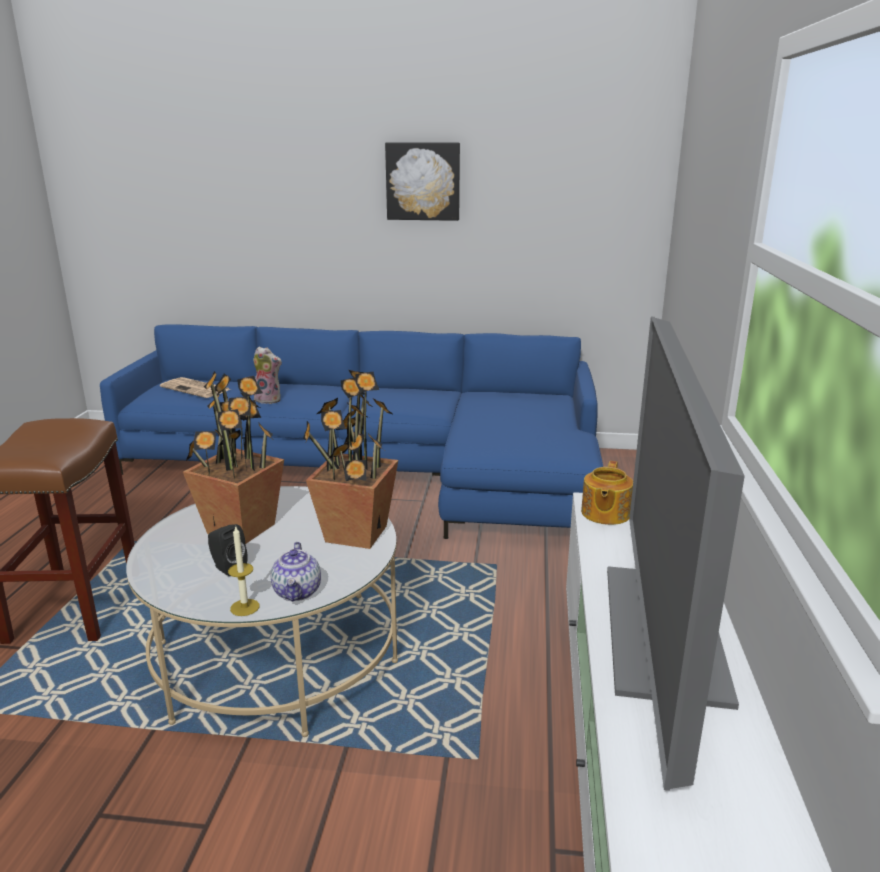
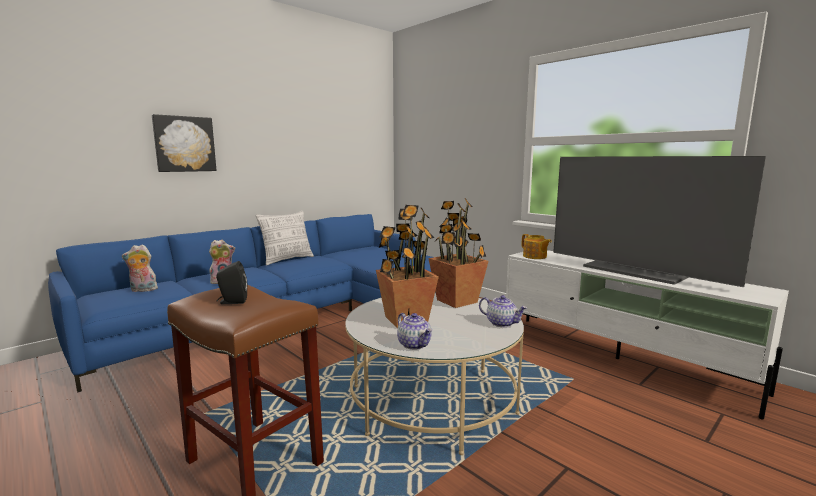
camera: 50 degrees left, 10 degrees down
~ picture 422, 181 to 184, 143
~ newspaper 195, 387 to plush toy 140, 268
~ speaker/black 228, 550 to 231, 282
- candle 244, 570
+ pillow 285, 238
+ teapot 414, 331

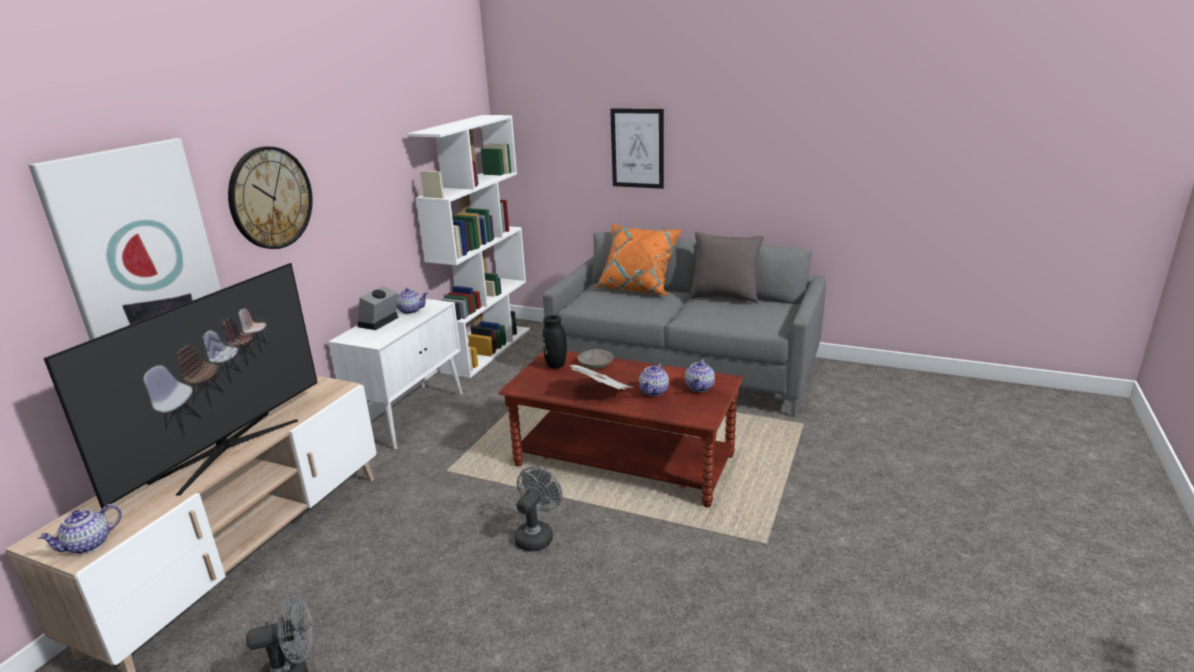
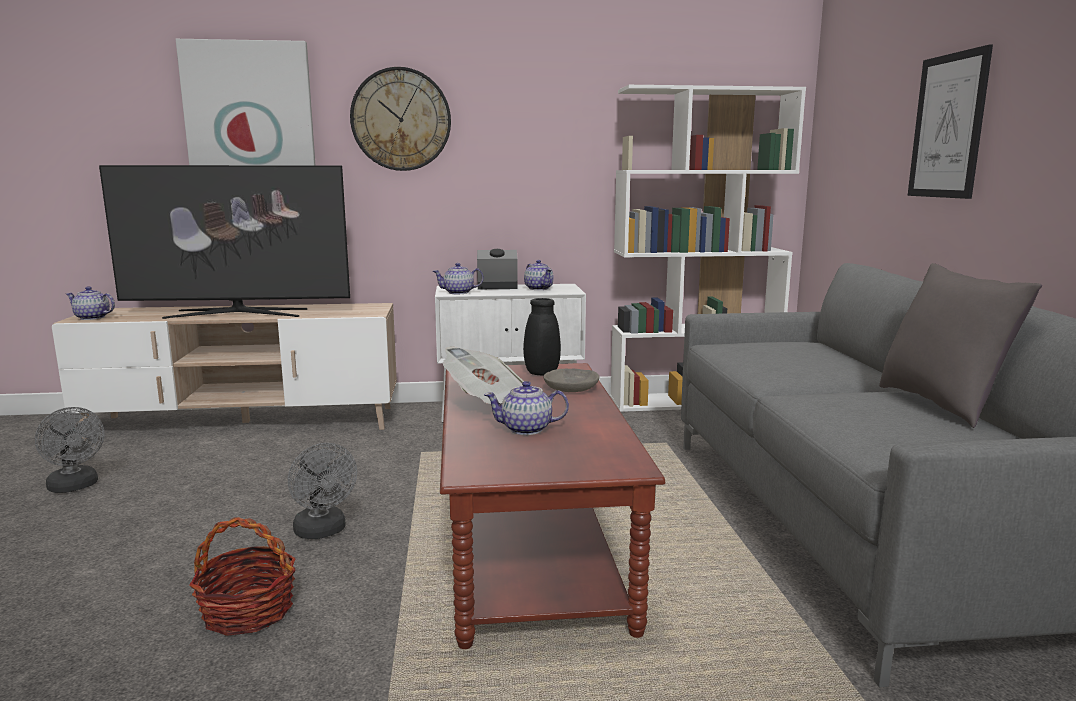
camera: 60 degrees right, 10 degrees down
- pillow/orange 637, 260
~ teapot 700, 375 to 458, 278
~ fan/grey 538, 509 = 322, 491 60 degrees clockwise
+ basket 242, 576

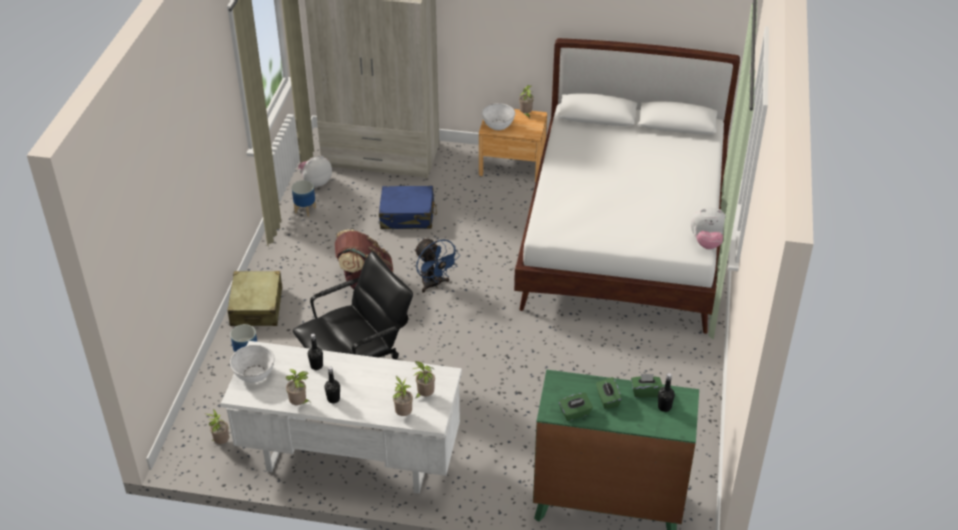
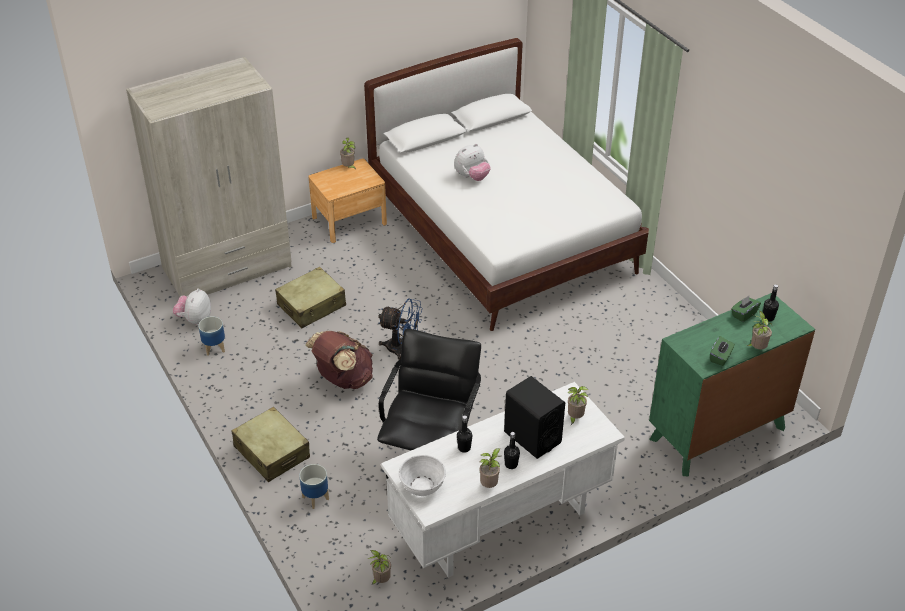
camera: 40 degrees left, 0 degrees up
- bowl/white 498, 116
~ suitcase/blue 408, 207 to suitcase/beige 310, 297
~ plush toy 708, 228 to 472, 162
~ potted plant 402, 396 to 759, 330
- tissue box/green 609, 393
+ speaker/black 534, 417

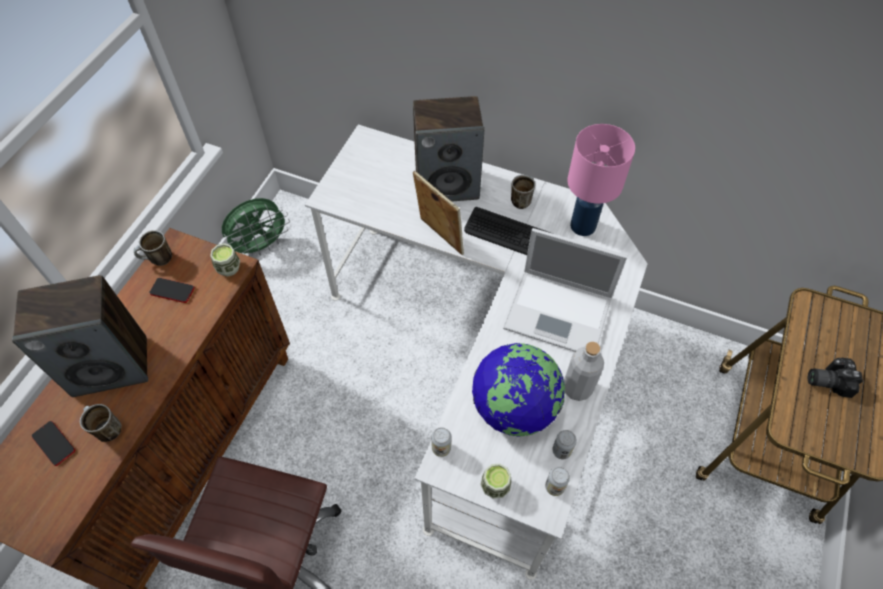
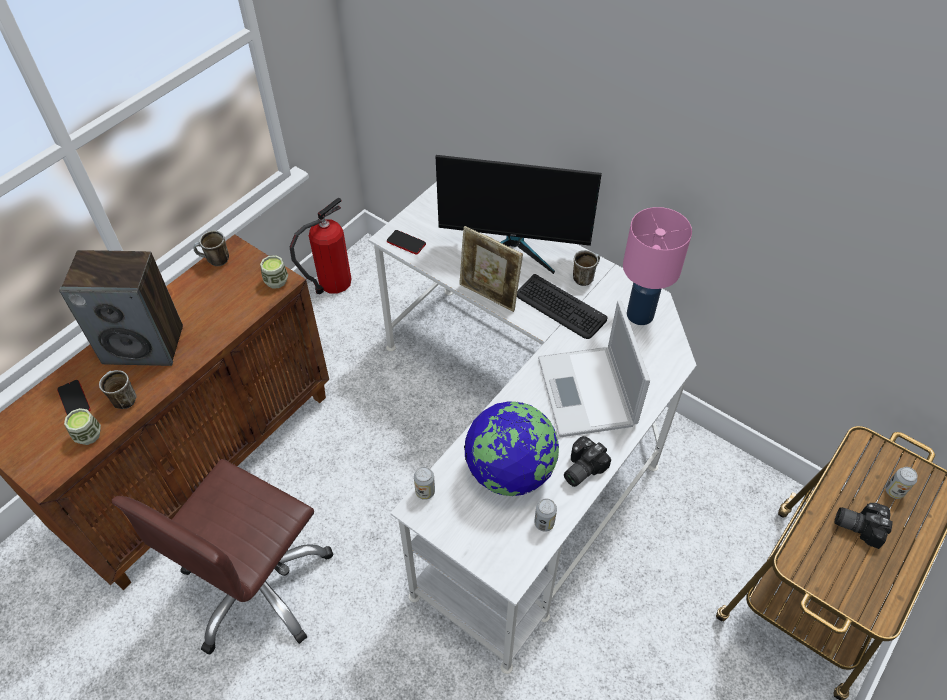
camera: 15 degrees right, 5 degrees down
~ speaker 448, 148 to monitor 518, 214
~ picture frame 438, 213 = 491, 269 150 degrees clockwise
~ fan/green 256, 227 to fire extinguisher 320, 246
~ laptop 565, 290 = 594, 368 45 degrees clockwise
~ phone 172, 290 to 406, 242
~ bottle/grey 584, 371 to photo camera 587, 461
~ cup 495, 481 to 82, 426
~ can 557, 481 to 901, 483

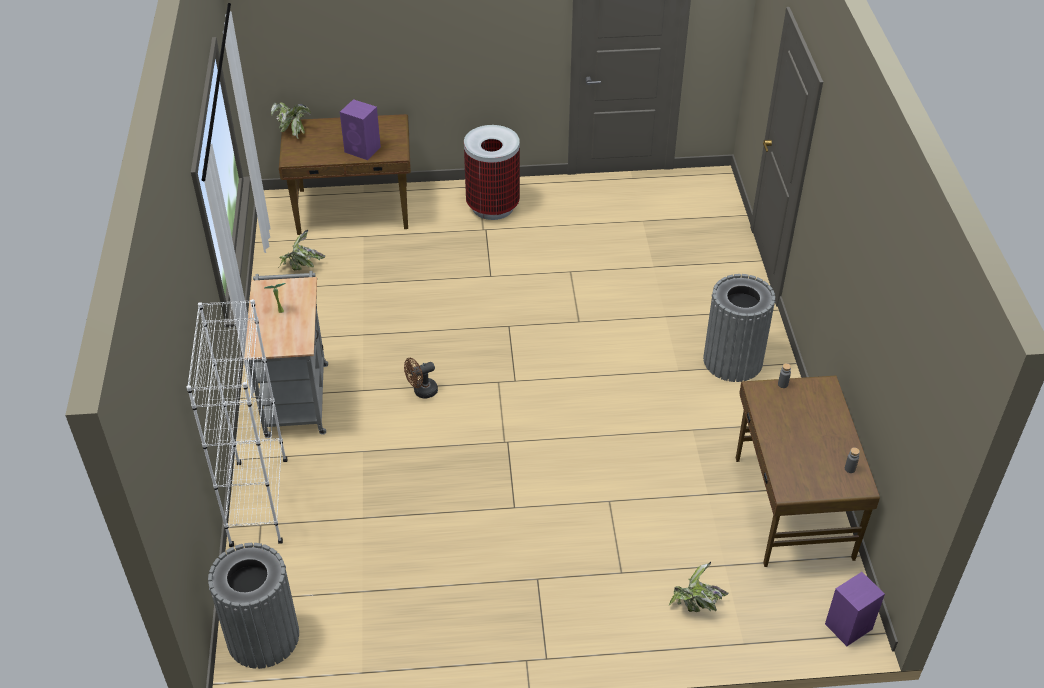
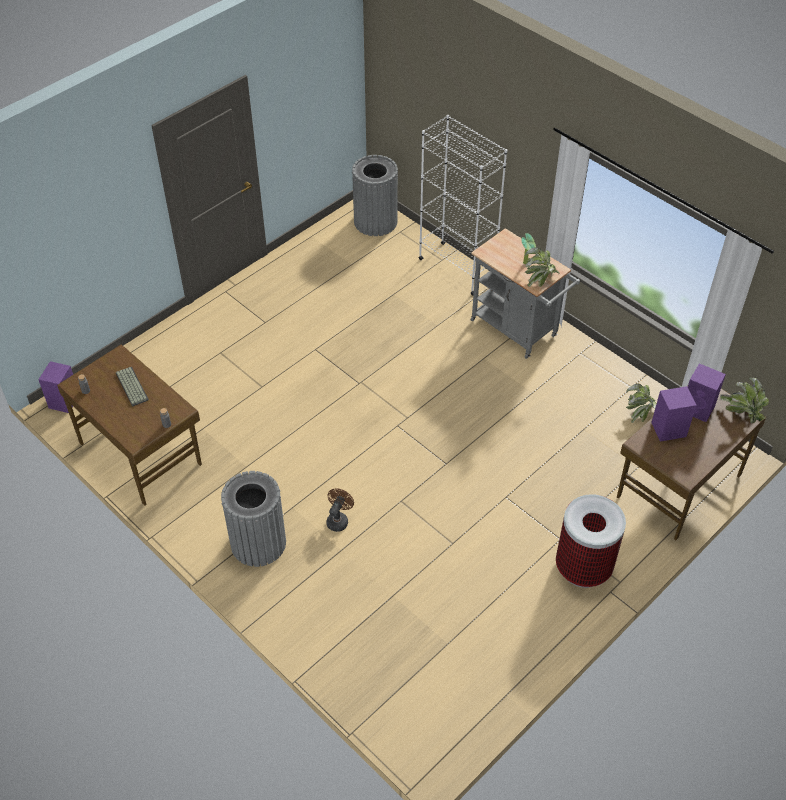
camera: 140 degrees right, 5 degrees up
~ fan/brown 421, 378 to 340, 510
~ potted plant 699, 587 to 542, 267
+ speaker/purple 707, 392
+ keyboard 132, 387

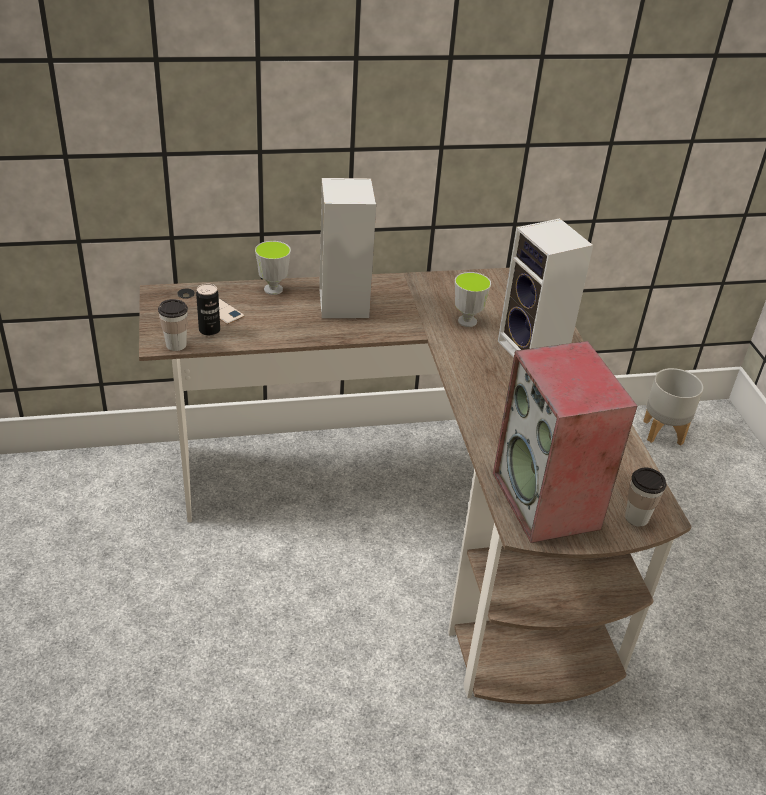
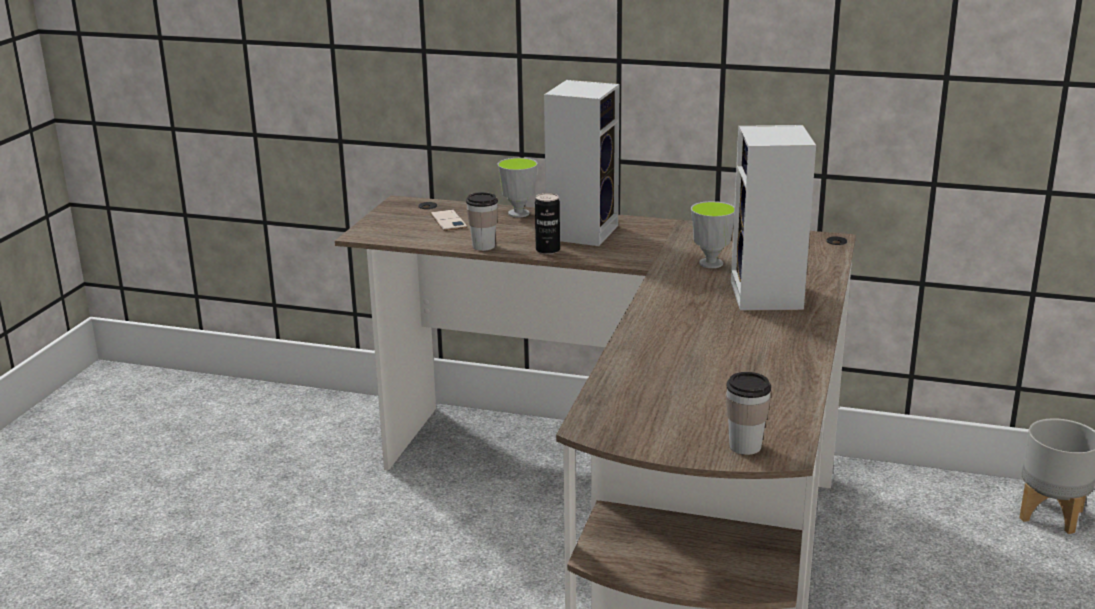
camera: 30 degrees right, 15 degrees down
~ can 208, 310 to 547, 223
~ cup 173, 325 to 482, 221
- speaker 565, 442

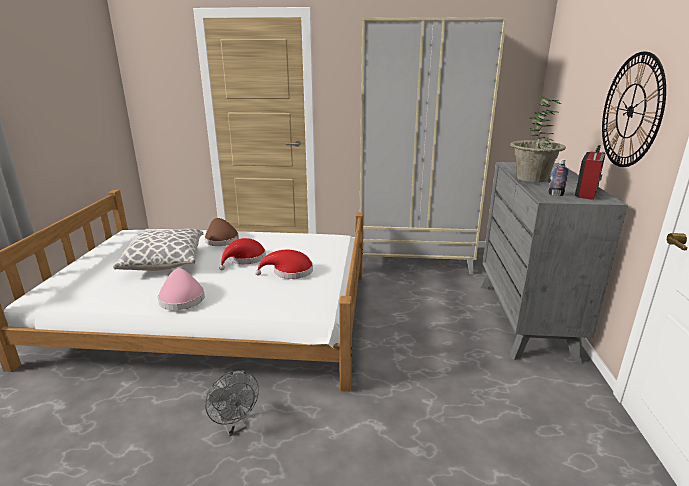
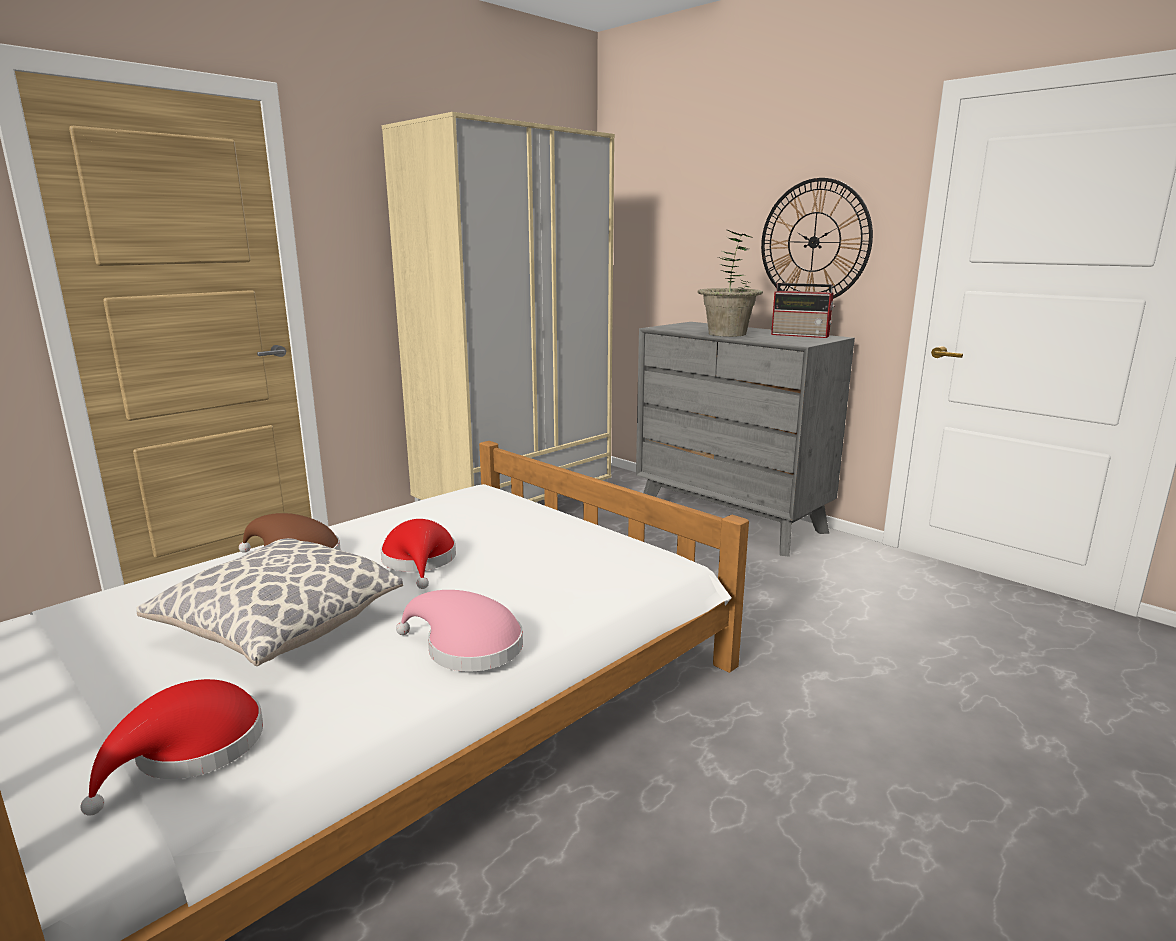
camera: 50 degrees left, 5 degrees down
~ radio 590, 172 = 803, 310 135 degrees clockwise
- bottle 558, 177
~ hat/red 284, 264 to 172, 747
- fan/grey 232, 403

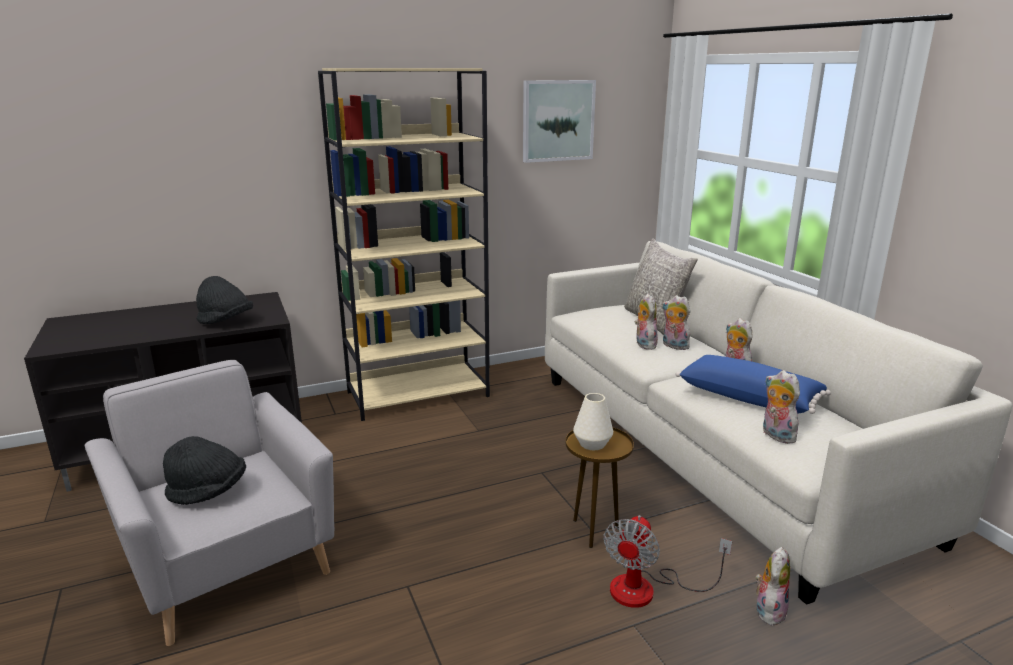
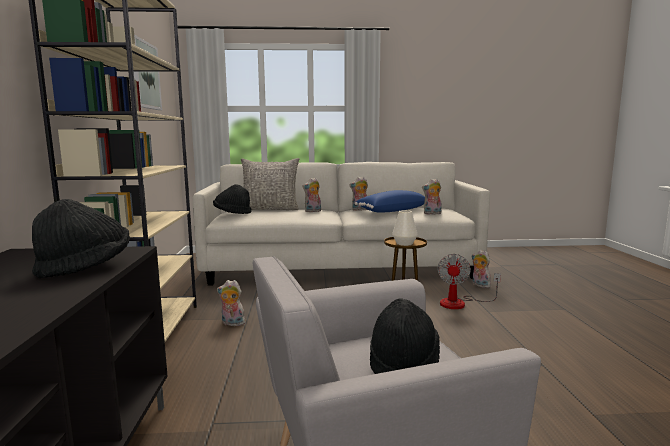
camera: 70 degrees left, 10 degrees down
~ plush toy 646, 322 to 231, 303
~ fan 667, 561 = 469, 281 60 degrees clockwise
+ hat/black 232, 199

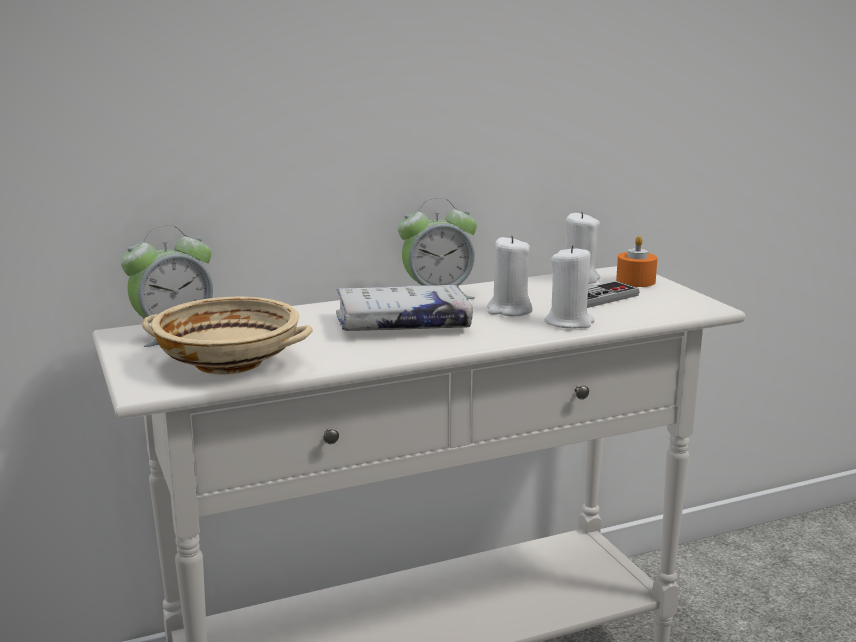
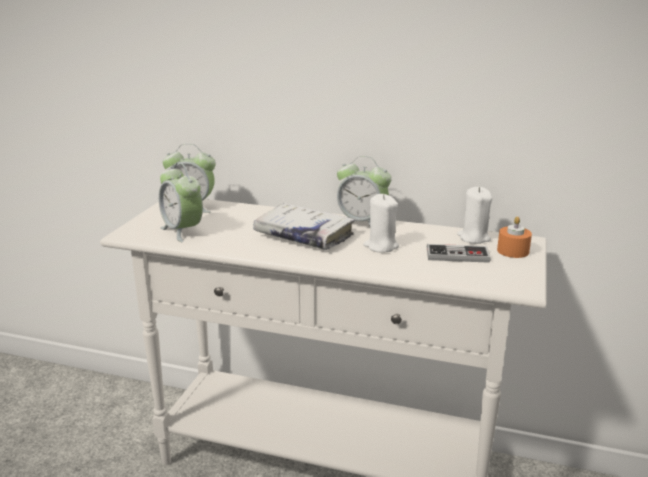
camera: 40 degrees right, 5 degrees up
- candle/white 570, 286
~ bowl/beige 227, 335 to alarm clock 181, 202

